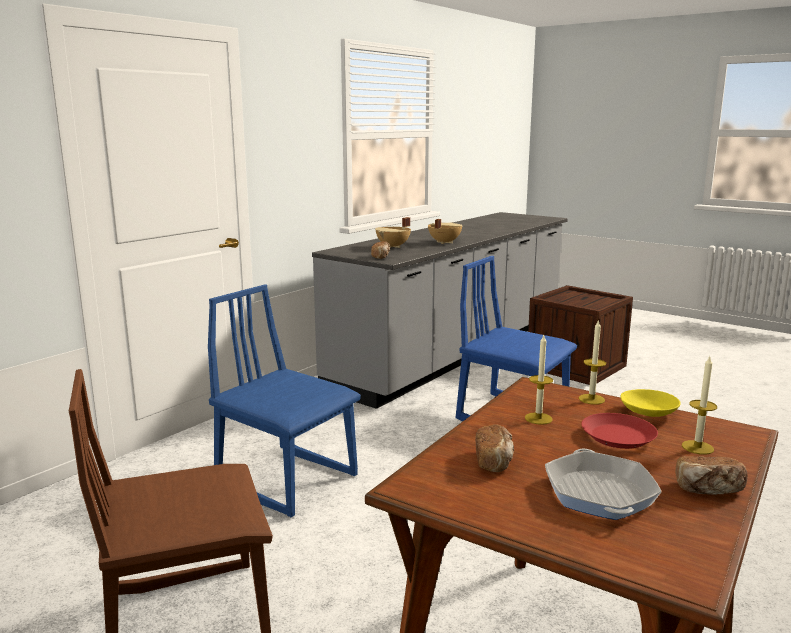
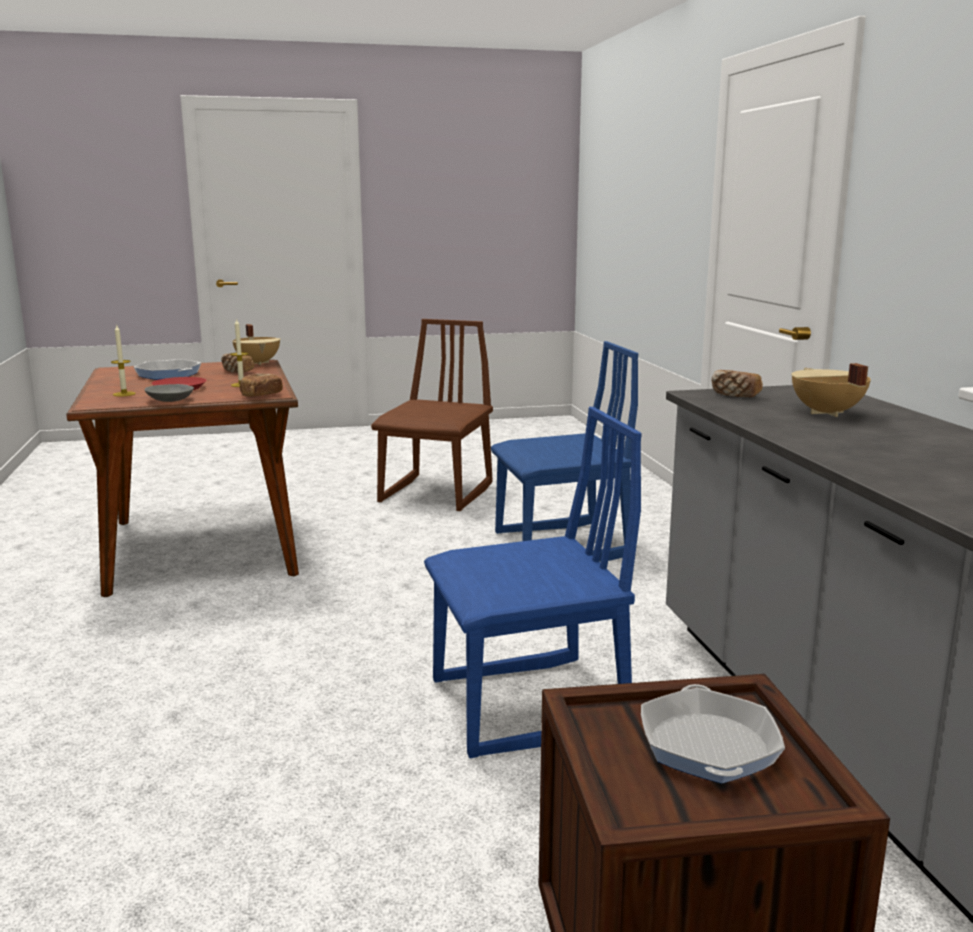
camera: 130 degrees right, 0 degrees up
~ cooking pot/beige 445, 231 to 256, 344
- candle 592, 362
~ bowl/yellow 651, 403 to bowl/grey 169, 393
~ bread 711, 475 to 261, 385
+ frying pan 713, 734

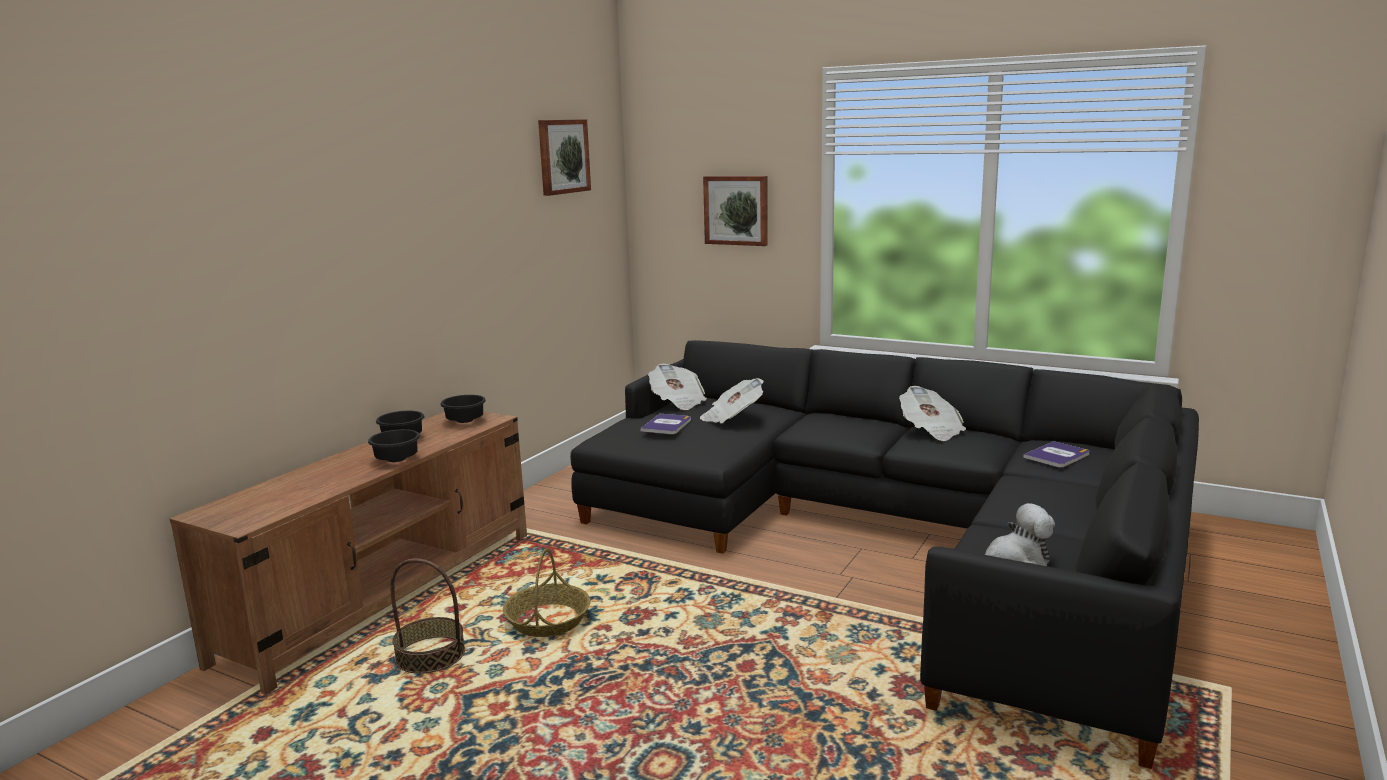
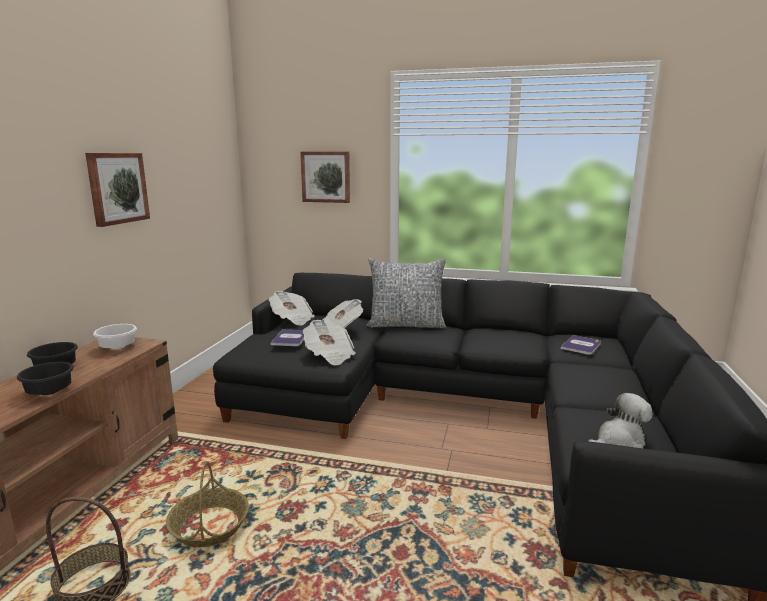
camera: 15 degrees left, 0 degrees up
~ picture 564, 157 to 117, 190
~ newspaper 932, 413 to 329, 343
~ bowl/black 463, 409 to bowl/white 115, 336
+ pillow 406, 293

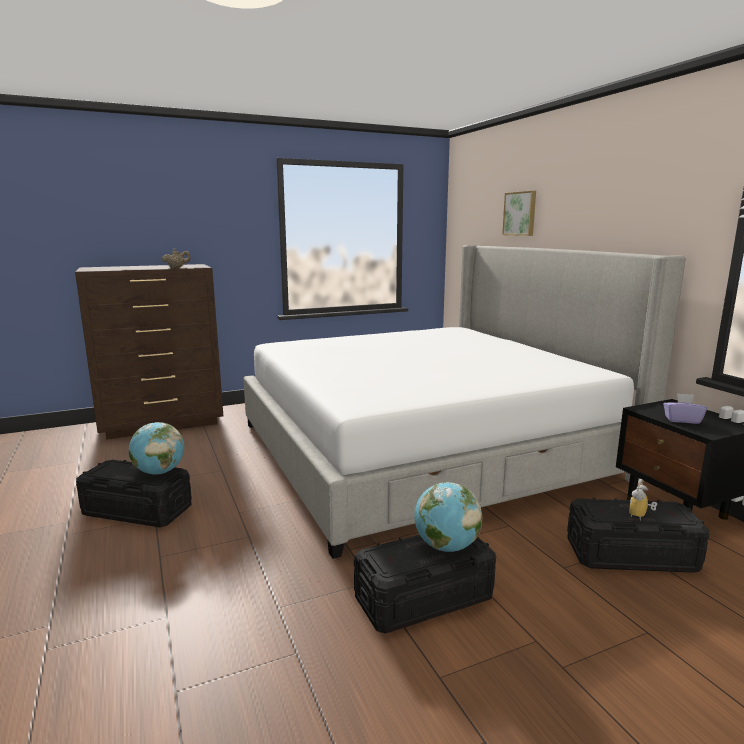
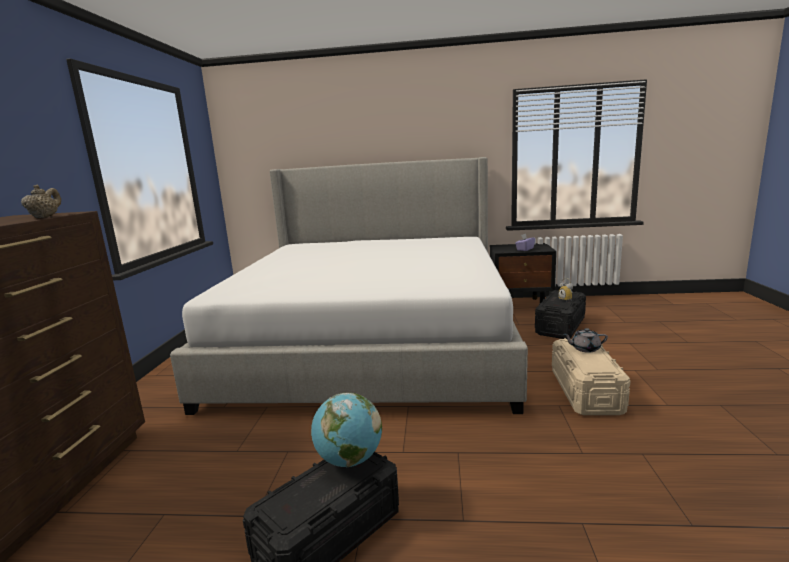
camera: 60 degrees left, 0 degrees up
- picture 519, 213
~ globe 448, 517 to teapot/grey 585, 340
~ storage box/black 425, 584 to storage box/beige 591, 376

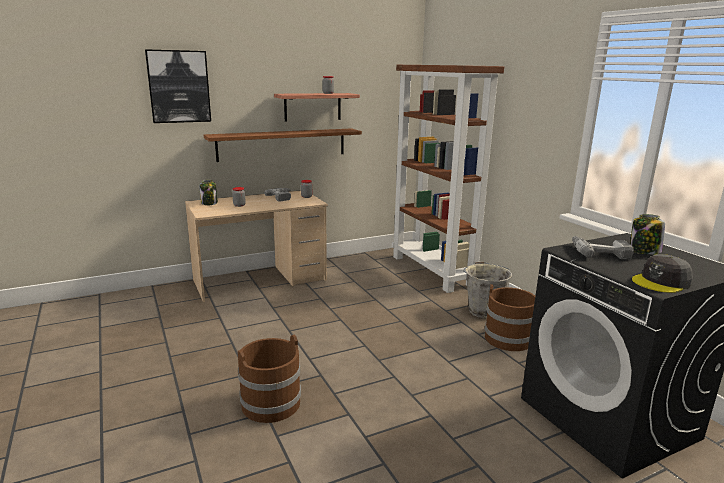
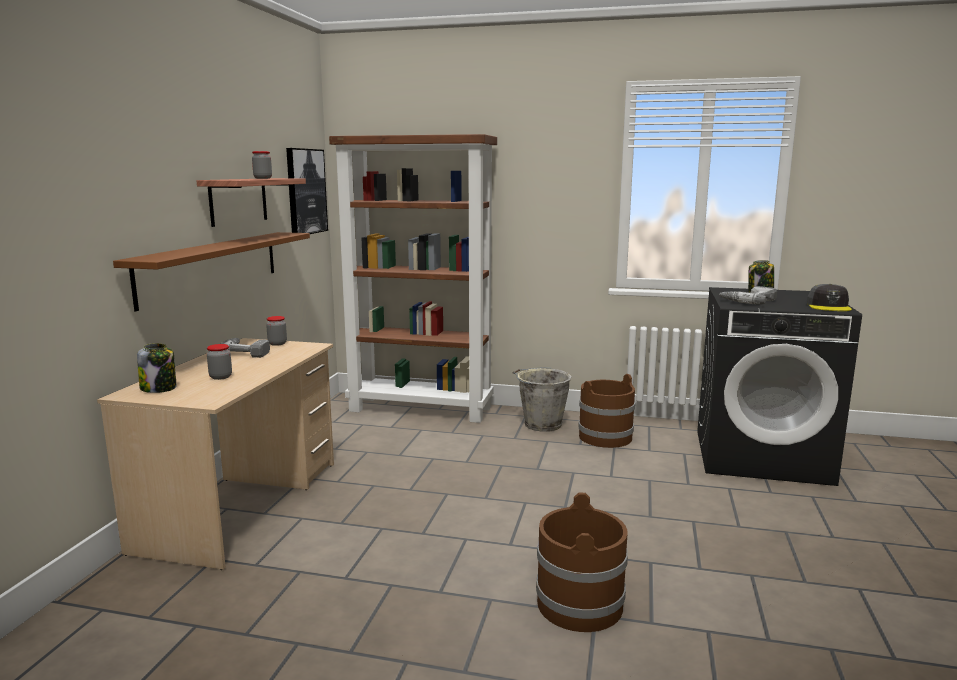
camera: 50 degrees left, 5 degrees down
~ picture 178, 86 to 307, 191

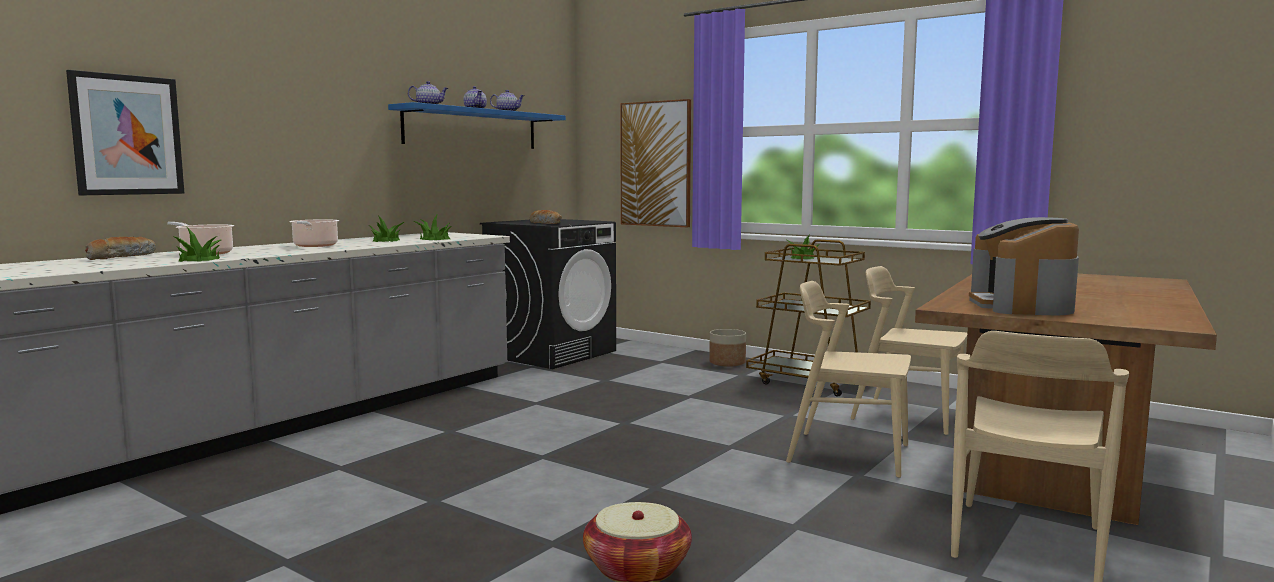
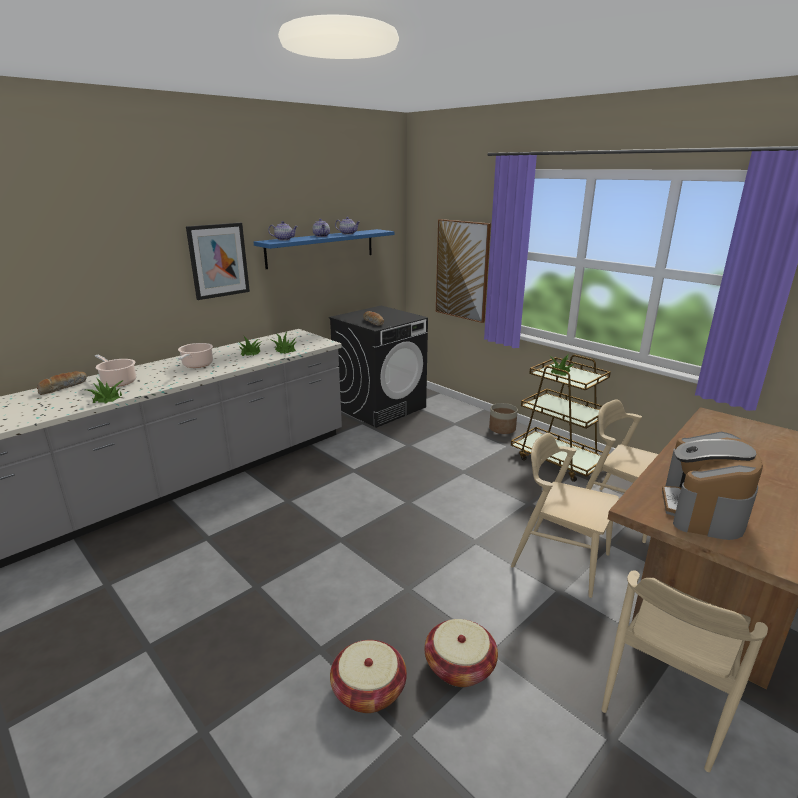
camera: 10 degrees right, 15 degrees up
~ picture 125, 132 to 218, 261
+ basket 461, 653

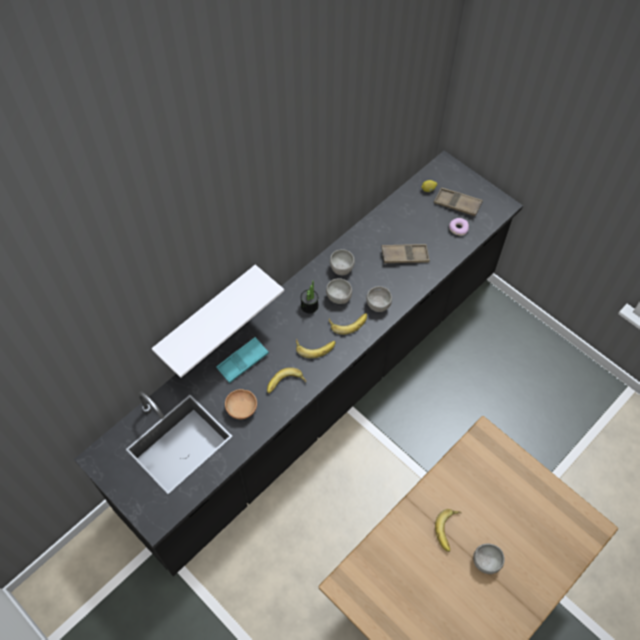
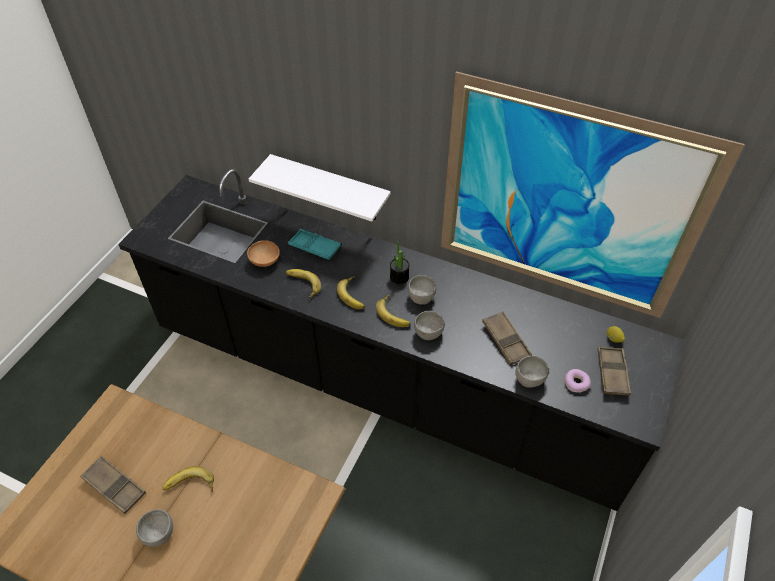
camera: 70 degrees right, 10 degrees down
~ bowl/grey 342, 262 to 532, 372
+ picture 593, 194
+ tray/brown 113, 485

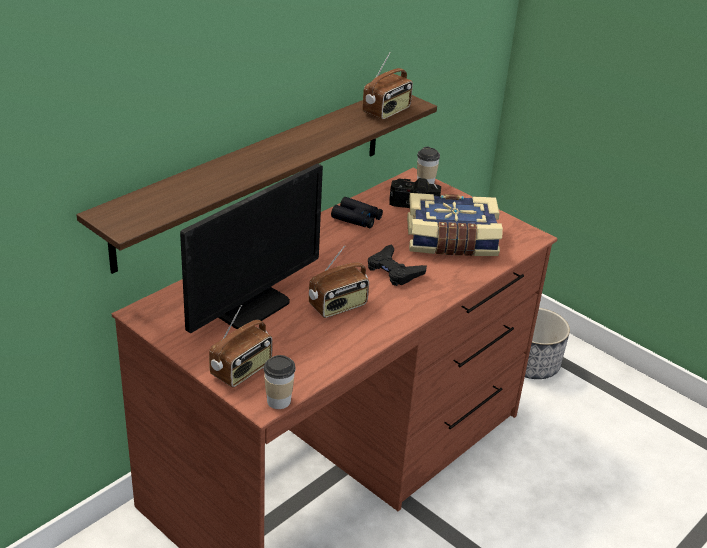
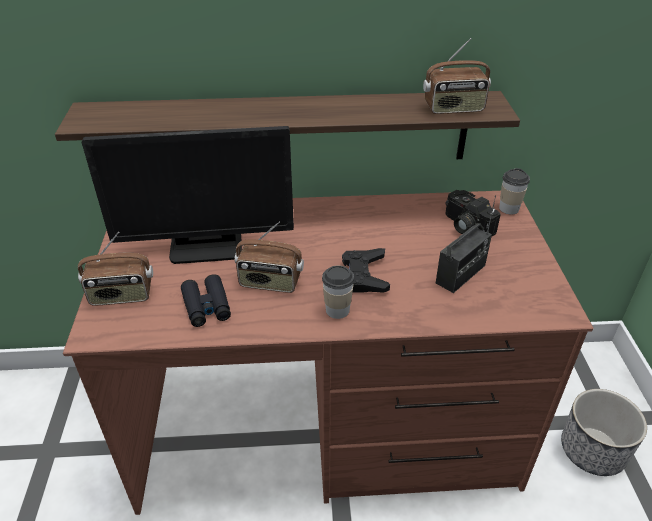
camera: 45 degrees right, 5 degrees up
~ book 455, 224 to radio 466, 244
~ binoculars/black 357, 212 to 206, 300
~ cup 280, 382 to 338, 292

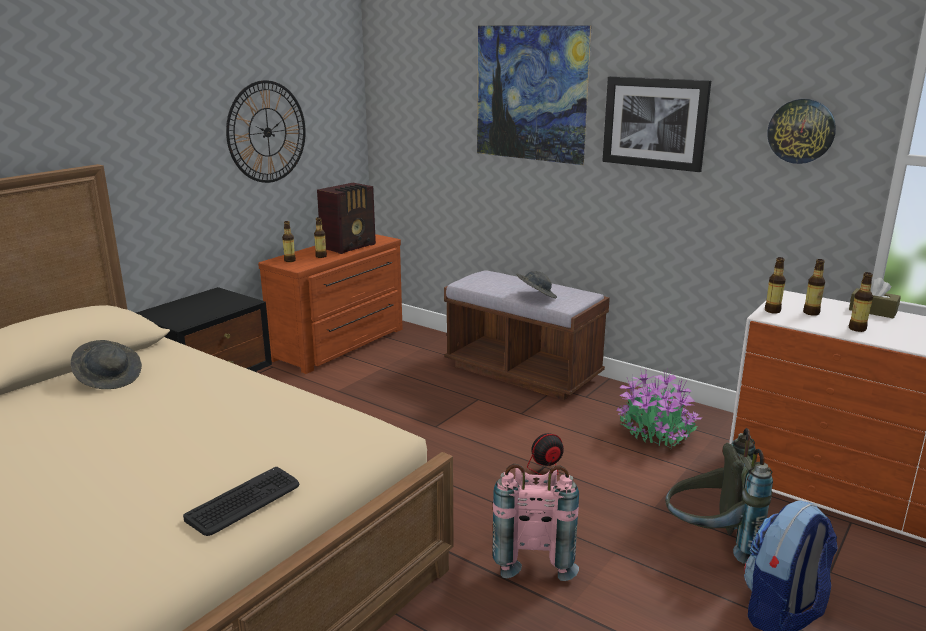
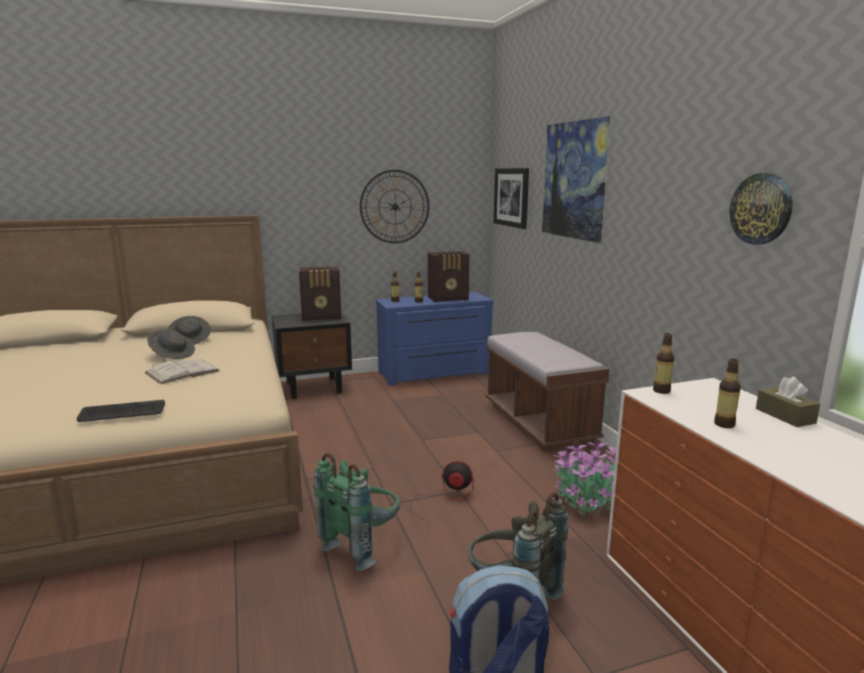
camera: 35 degrees right, 5 degrees down
~ picture 656, 124 to 511, 198
~ dresser/brown 330, 304 to dresser/blue 434, 339
- bottle 814, 287
~ hat/grey 536, 284 to 171, 344
~ backpack/pink 535, 522 to backpack/green 356, 512
+ radio 320, 294
+ book/white 182, 371

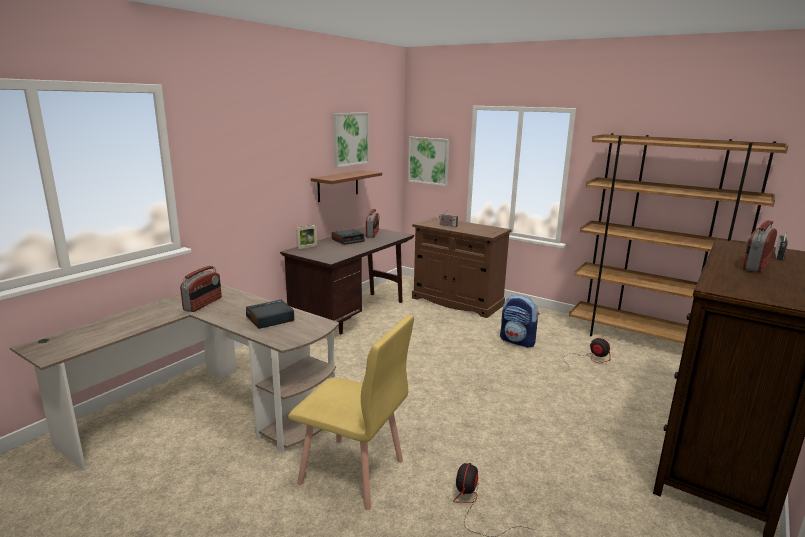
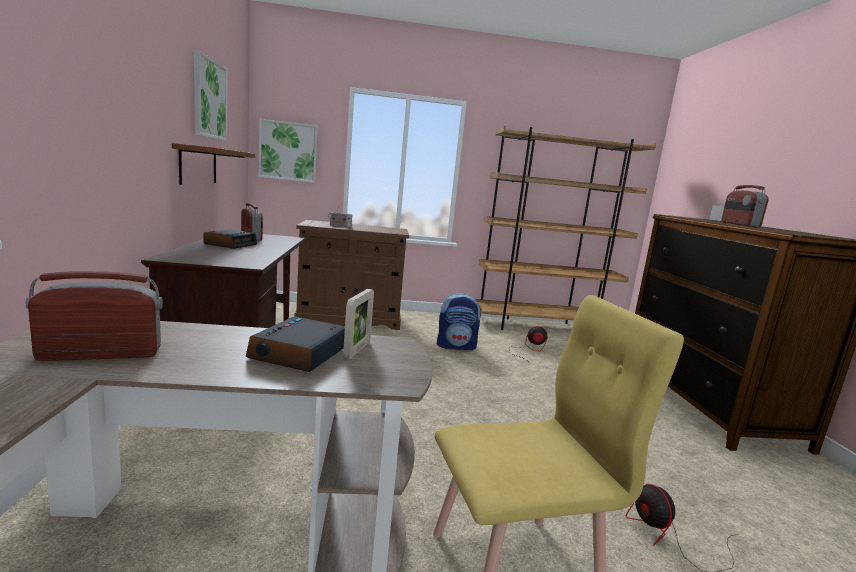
camera: 40 degrees left, 5 degrees down
~ picture frame 306, 237 to 358, 324
~ radio 201, 289 = 94, 316 90 degrees counterclockwise

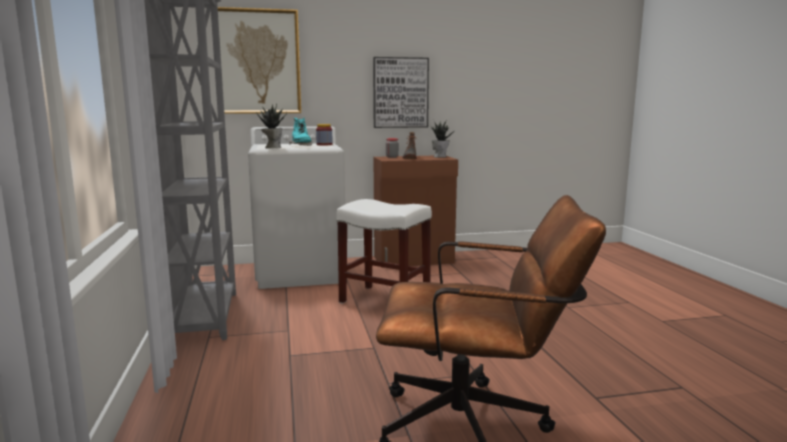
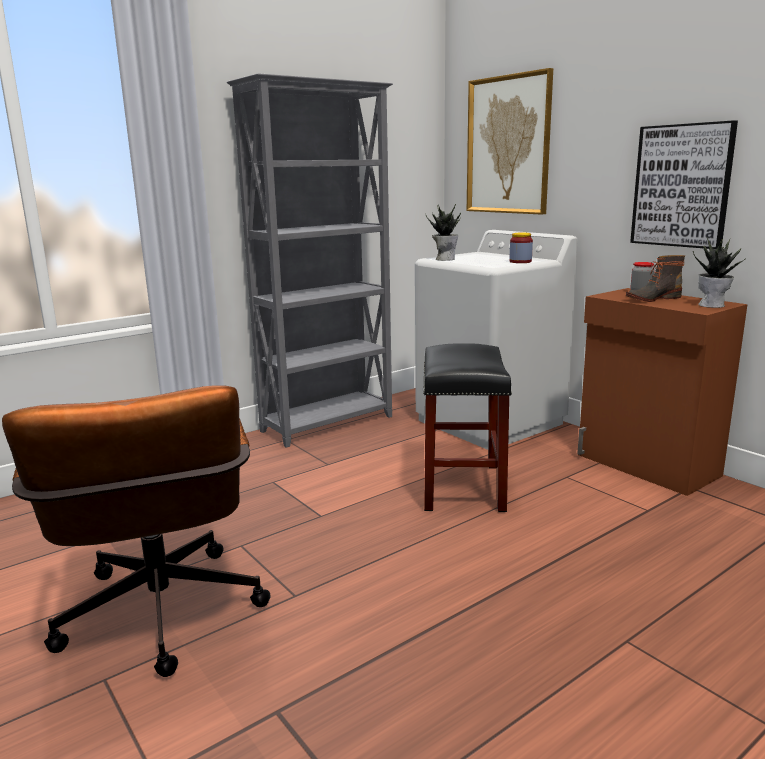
camera: 65 degrees right, 5 degrees up
- boot/turquoise 300, 132
~ stool/white 384, 251 to stool/black 467, 427

